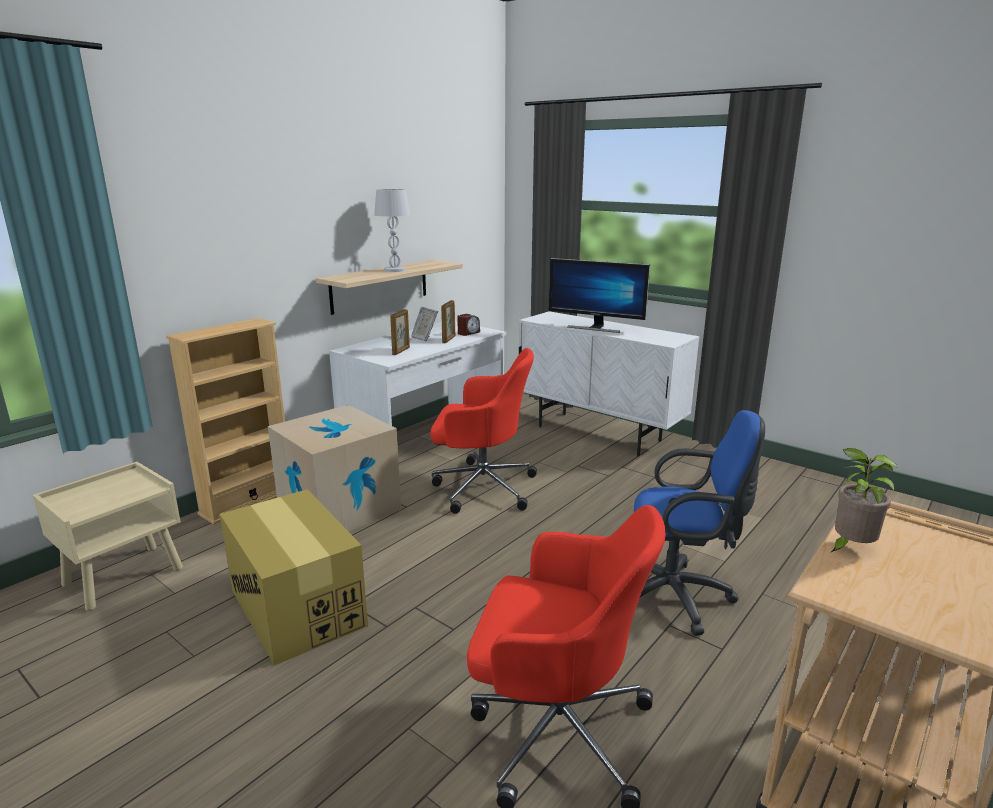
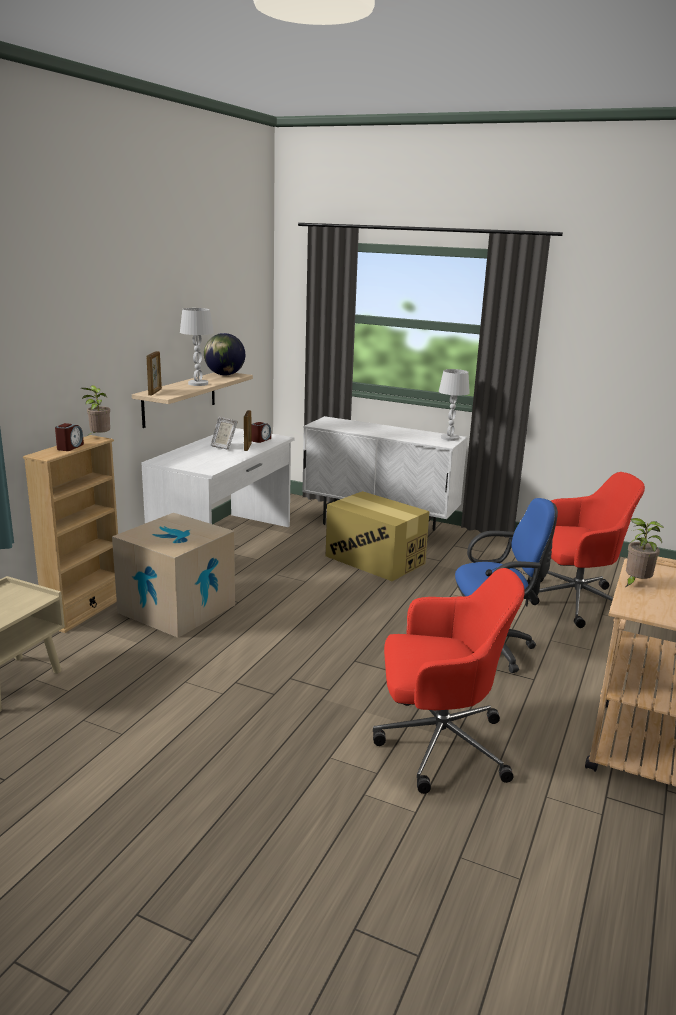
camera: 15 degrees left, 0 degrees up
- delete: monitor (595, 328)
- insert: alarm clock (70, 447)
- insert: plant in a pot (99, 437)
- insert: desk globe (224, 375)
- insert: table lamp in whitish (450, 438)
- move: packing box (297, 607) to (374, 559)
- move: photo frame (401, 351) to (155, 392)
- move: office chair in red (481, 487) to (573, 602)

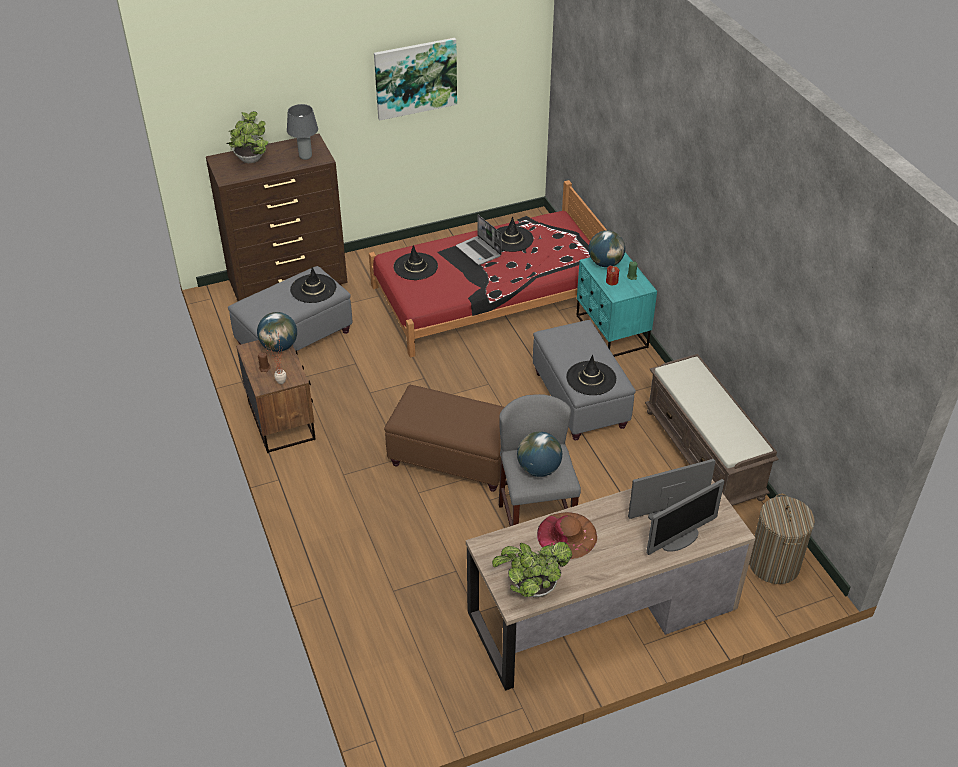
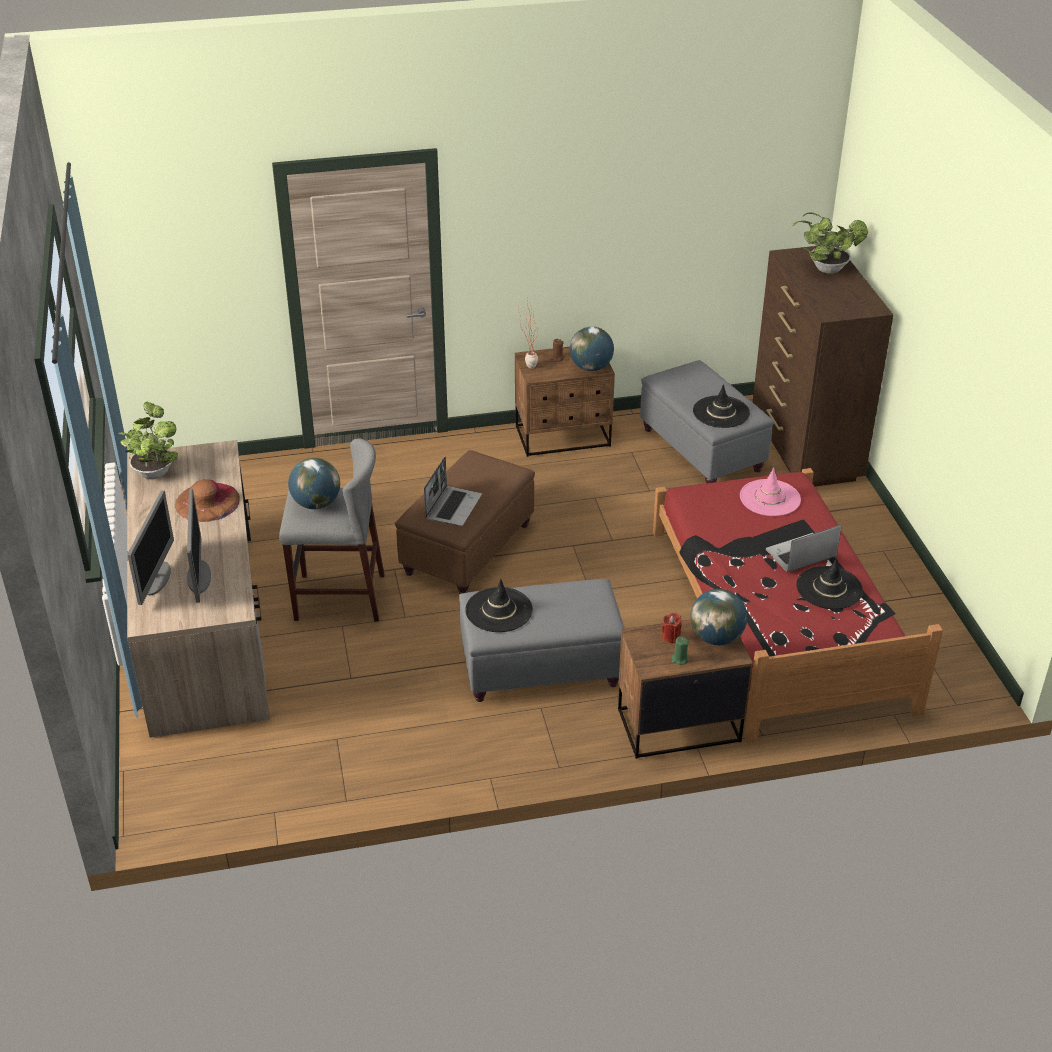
camera: 100 degrees right, 5 degrees down
- delete: table lamp in gray (306, 157)
- delete: wall picture (415, 78)
- delete: indoor bench in brown-coloured (704, 454)
- delete: hamper (774, 564)
- insert: laptop (453, 507)
- recolor: wearable hat in black (415, 267) to wearable hat in pink (769, 498)
- recolor: night table in turquoise-coloured (611, 332) to night table in brown-coloured (677, 725)
- rotate: monitor (680, 539) = (157, 578) 150 degrees counterclockwise

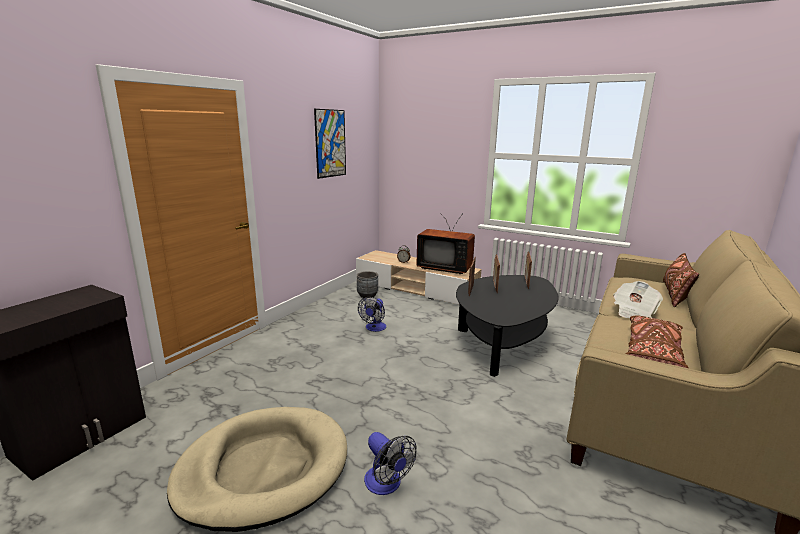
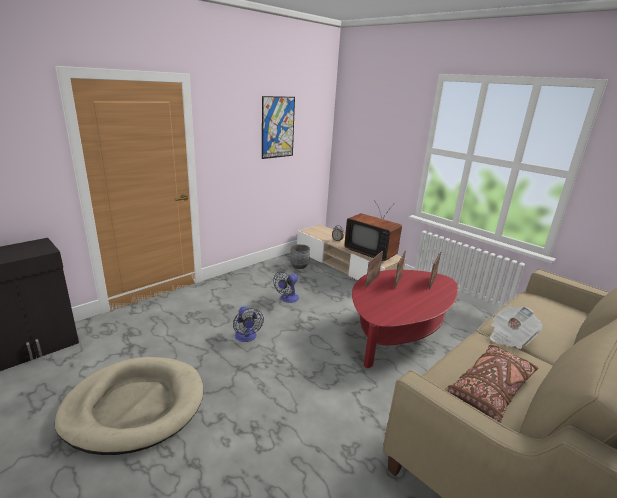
camera: 15 degrees right, 5 degrees up
- delete: pillow in brown-coloured (675, 294)
- move: fan (386, 484) to (246, 337)
- recolor: low table in black (503, 340) to low table in red (397, 333)

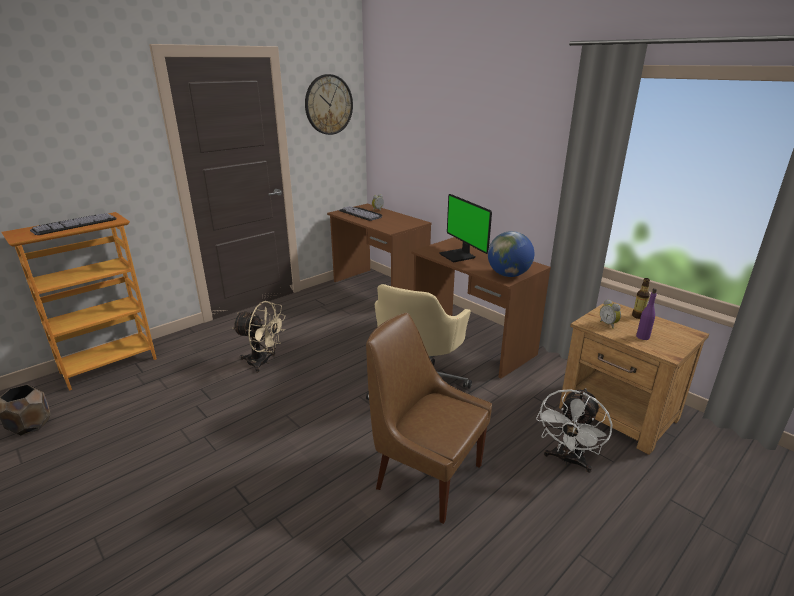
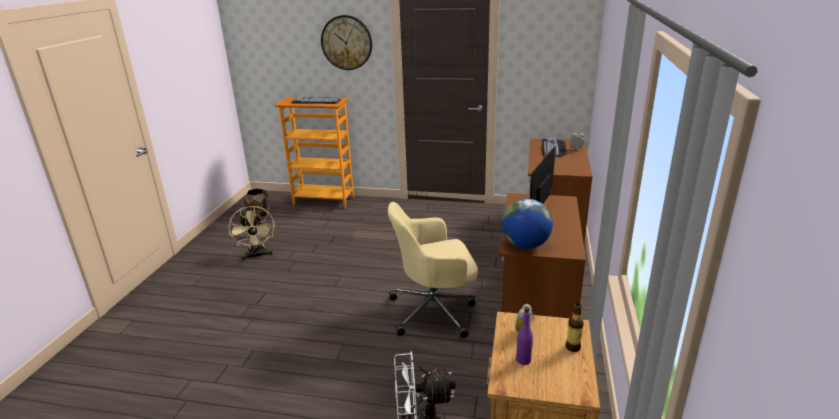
camera: 55 degrees right, 0 degrees up
- delete: plain chair in brown-coloured (425, 475)
- move: fan in beige-coloured (263, 362) to (257, 256)
- move: hanging clock (328, 105) to (346, 42)

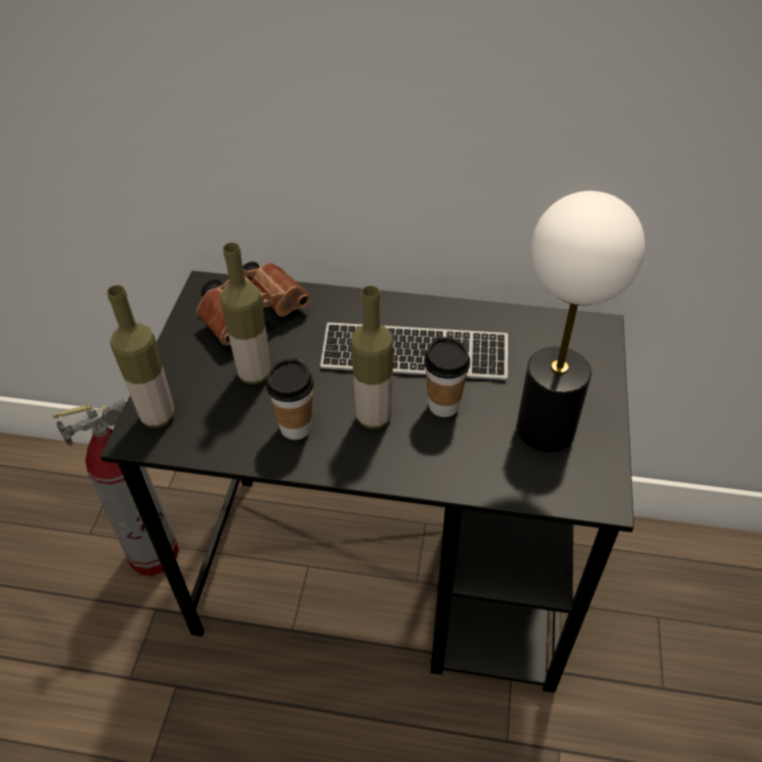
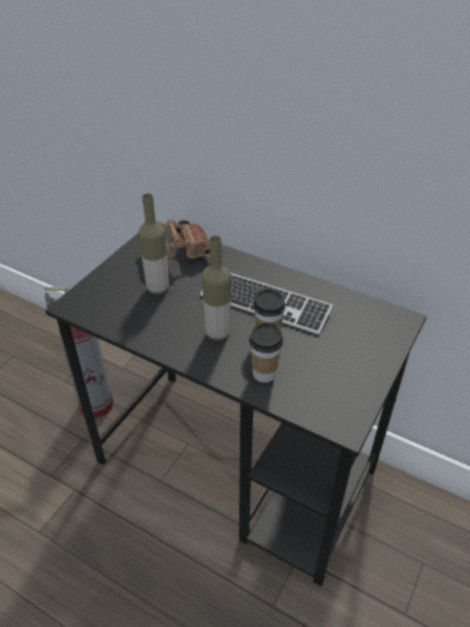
camera: 20 degrees right, 5 degrees down
- delete: drink bottle (158, 416)
- delete: table lamp (544, 429)
- move: small cup (296, 427) to (264, 374)

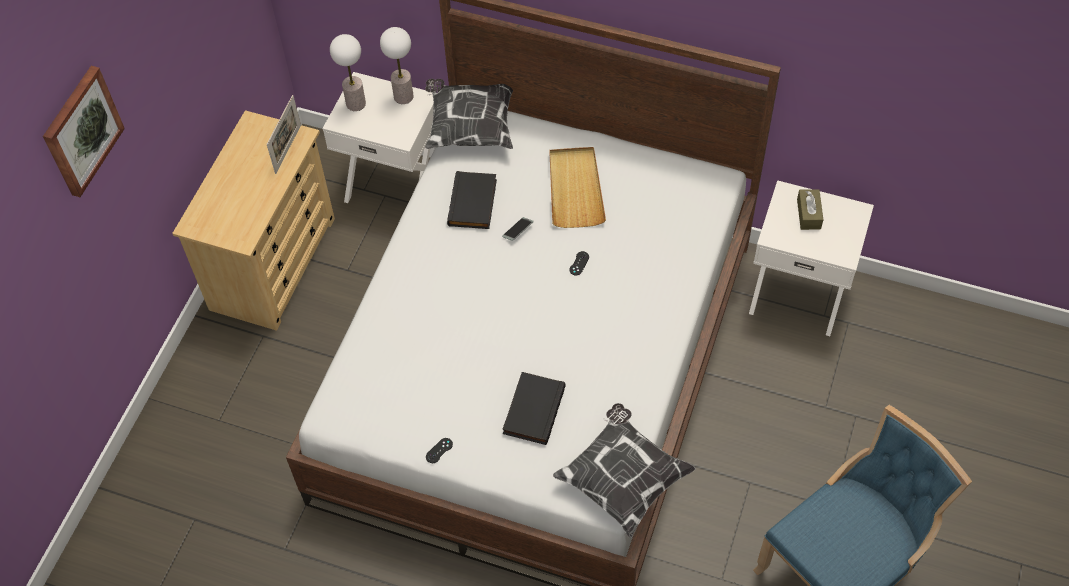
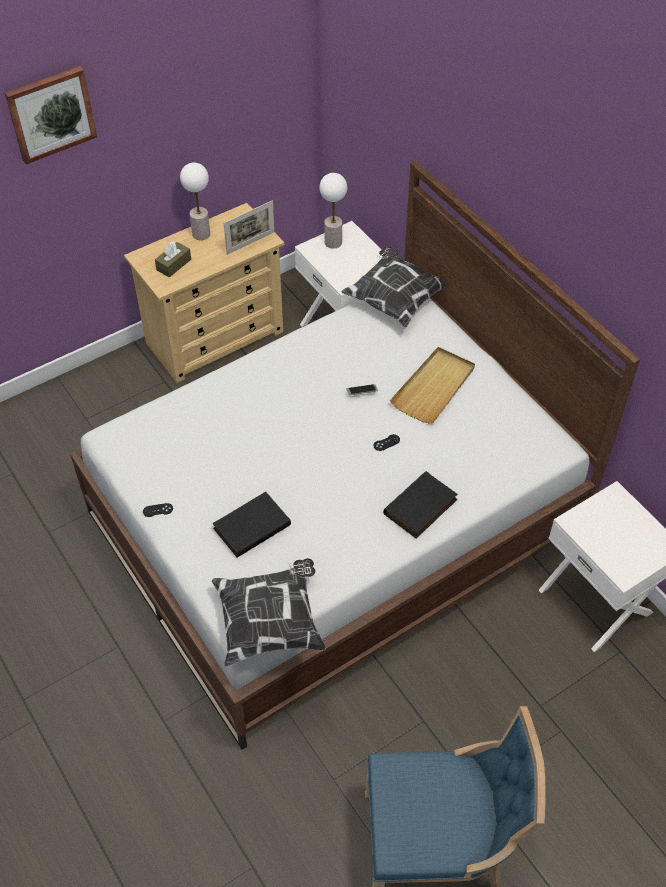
camera: 35 degrees right, 5 degrees down
- move: table lamp (403, 96) to (201, 234)
- move: book in black (474, 203) to (421, 508)
- move: box of tissues in brown-coloured (808, 214) to (174, 264)

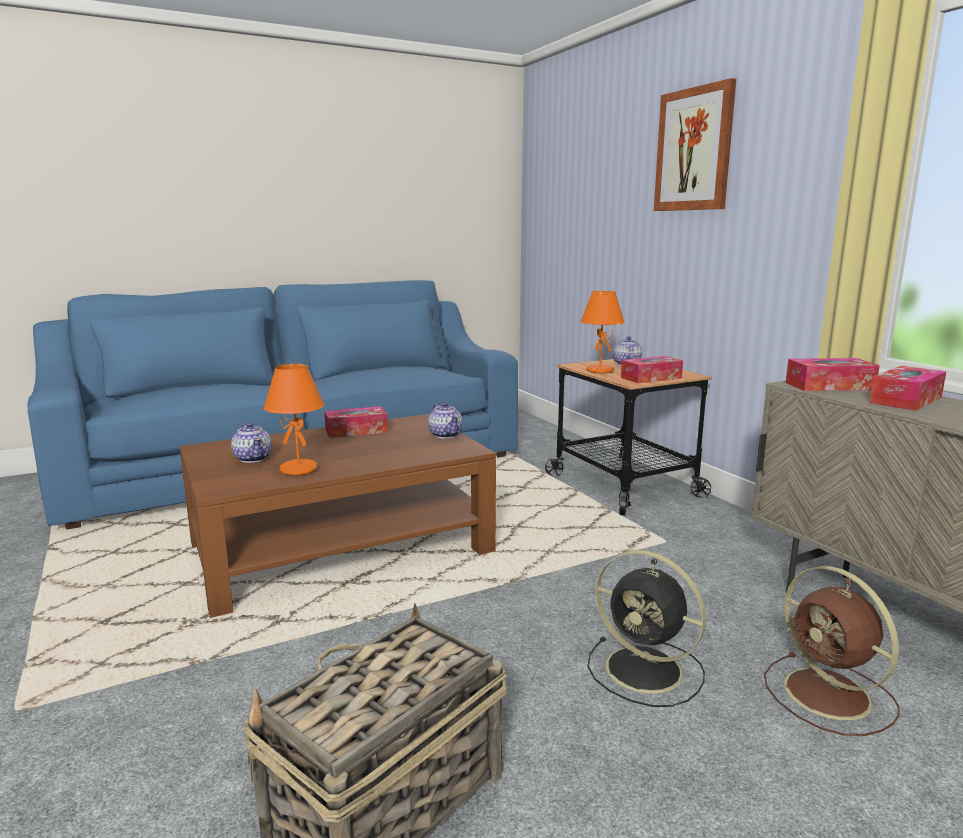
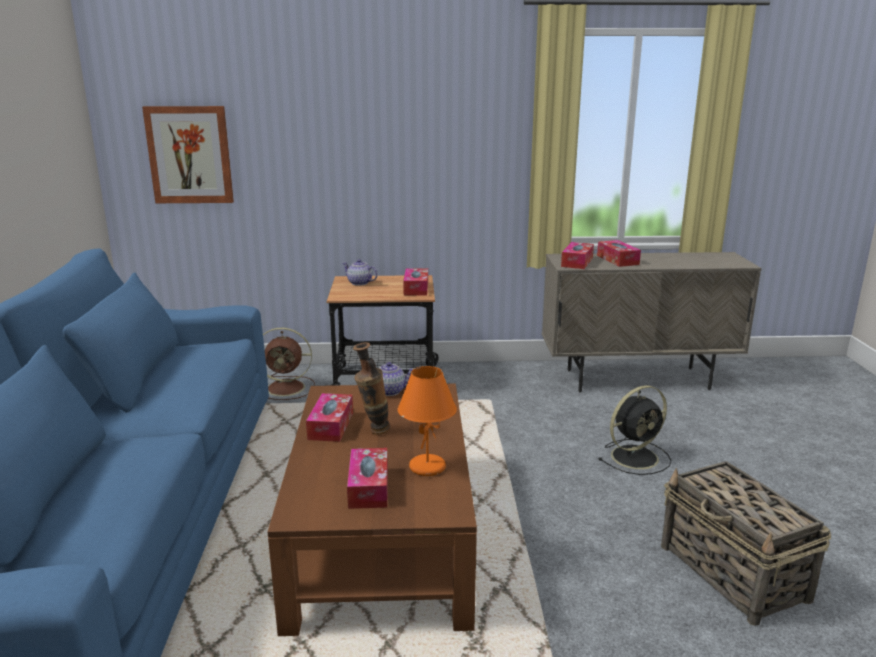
camera: 65 degrees left, 5 degrees up
- delete: table lamp in orange (599, 371)
- insert: vase (373, 431)
- move: wall picture (694, 150) to (190, 155)
- move: fan in brown-coloured (830, 696) to (287, 388)
- replace: tea pot (253, 458) to box of tissues (368, 487)

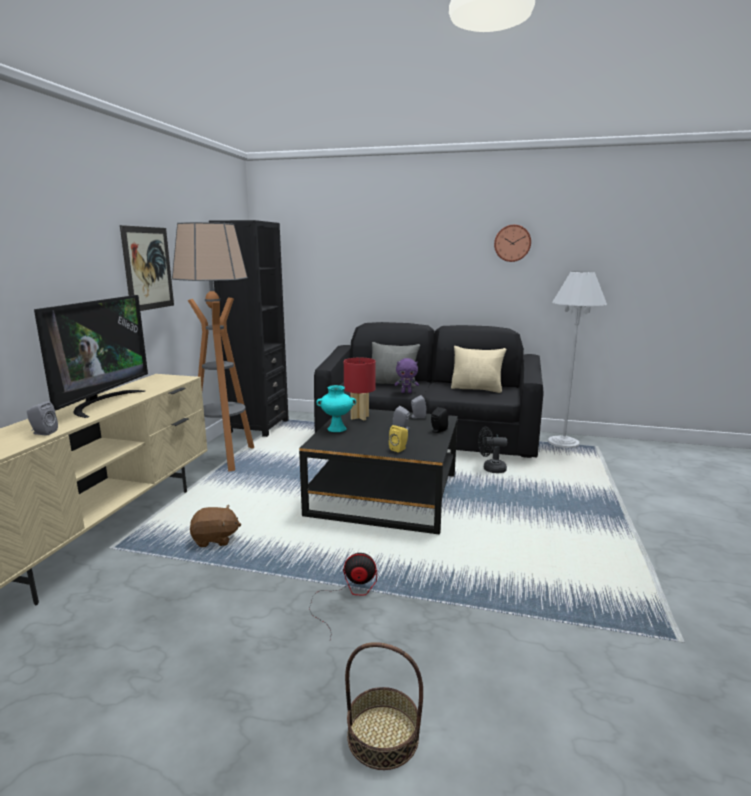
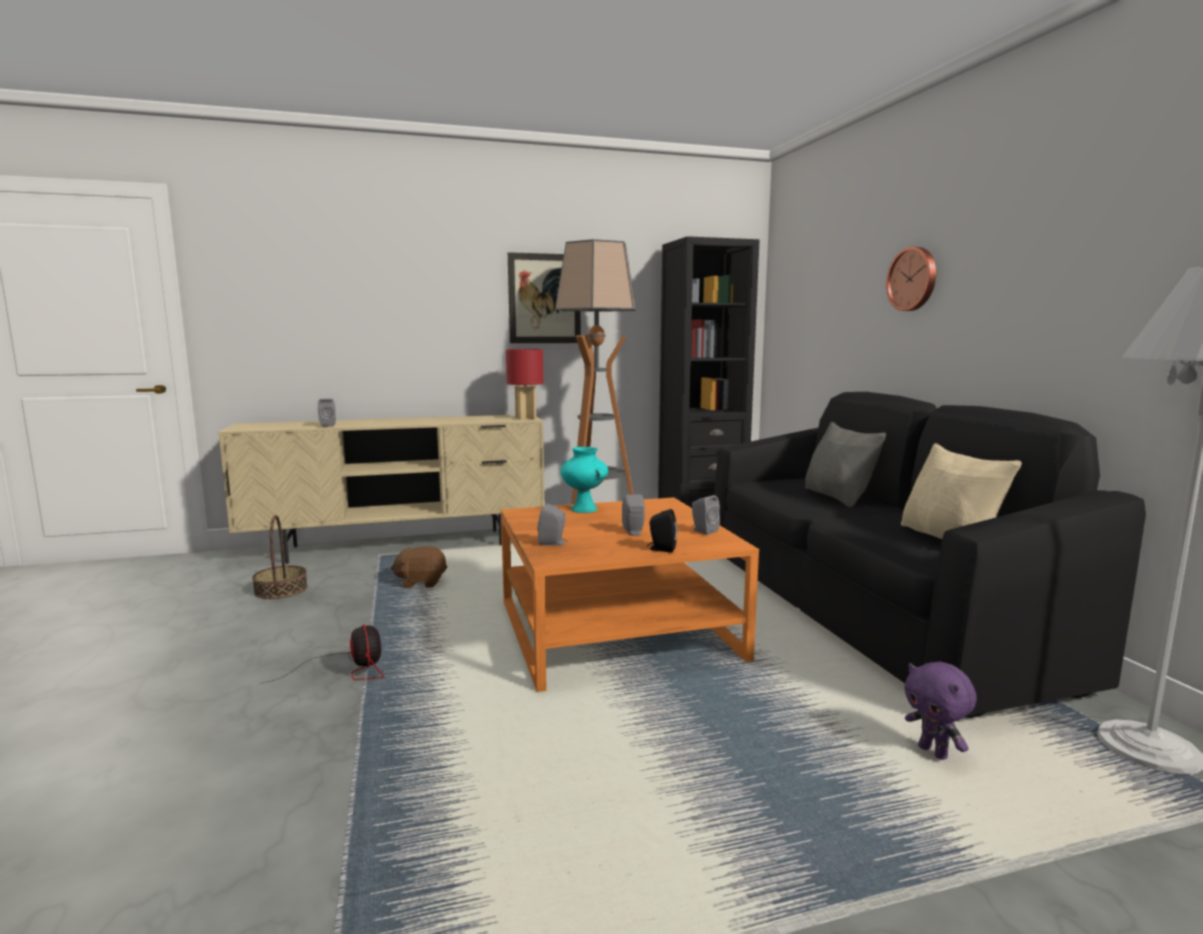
camera: 60 degrees right, 5 degrees down
- delete: television (102, 403)
- delete: fan in black (490, 469)
- move: table lamp in red (360, 417) to (526, 418)
- move: storage basket (382, 736) to (280, 589)
- move: soft toy in purple-coloured (406, 392) to (934, 752)
- move: hanging clock (512, 243) to (913, 279)
- recolor: low table in black (384, 494) to low table in orange (616, 629)
- recolor: audio speaker in yellow-coloured (399, 449) to audio speaker in gray (553, 543)
- rotate: soft toy in brown-coloured (215, 539) = (421, 582) 120 degrees clockwise

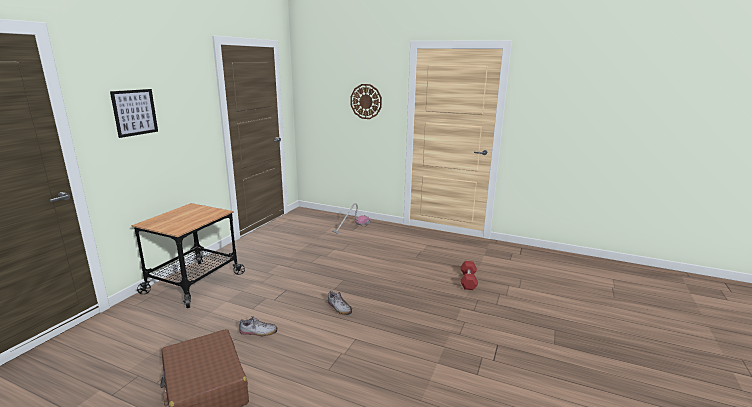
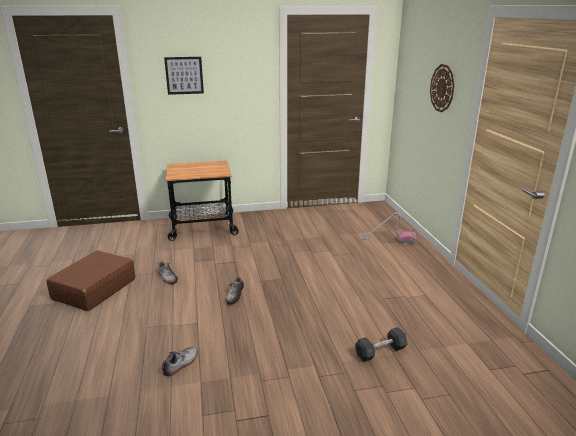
camera: 55 degrees right, 5 degrees up
- insert: item of footwear (181, 364)
- recolor: dumbbell in red (468, 281) to dumbbell in gray (380, 351)

